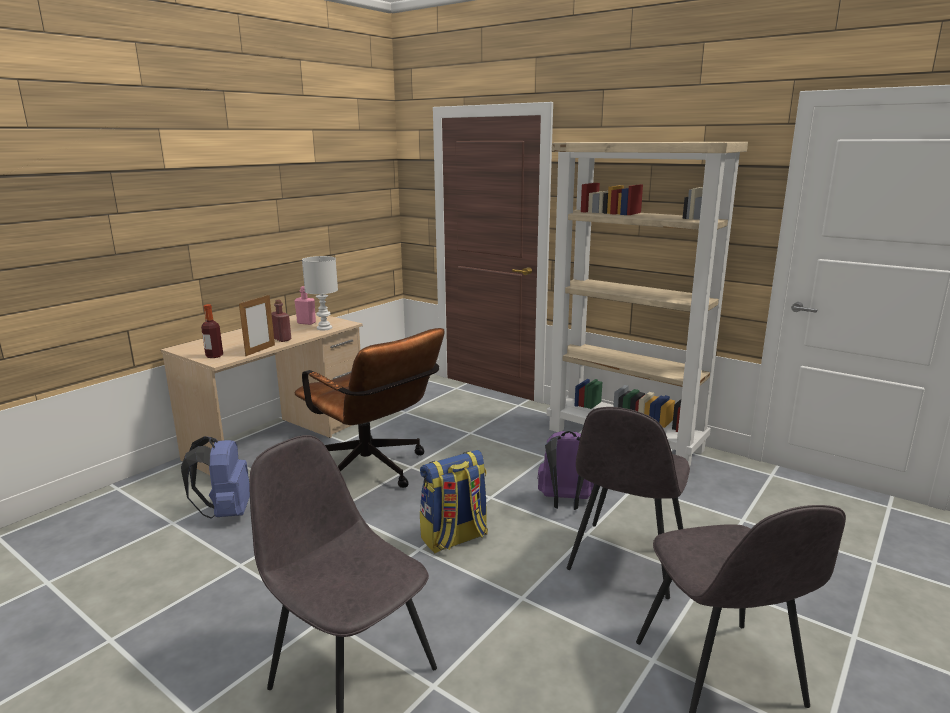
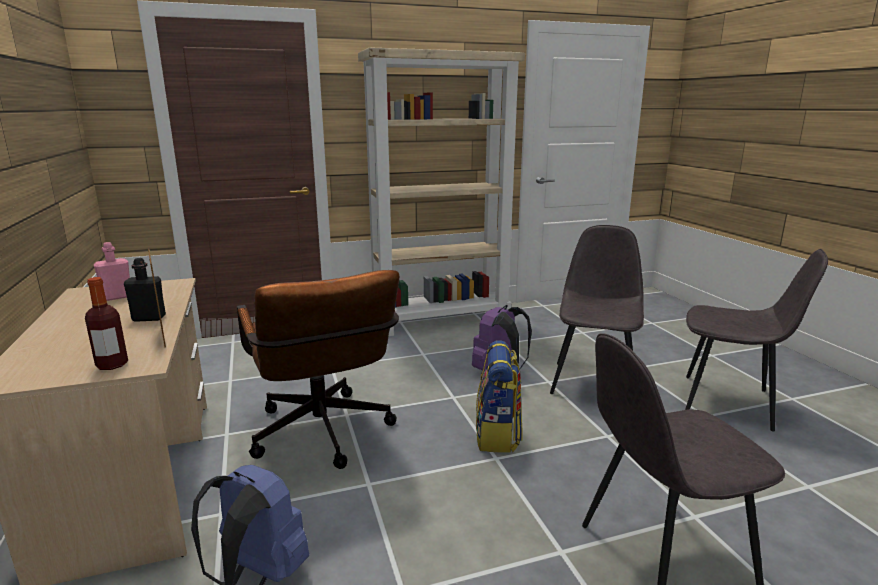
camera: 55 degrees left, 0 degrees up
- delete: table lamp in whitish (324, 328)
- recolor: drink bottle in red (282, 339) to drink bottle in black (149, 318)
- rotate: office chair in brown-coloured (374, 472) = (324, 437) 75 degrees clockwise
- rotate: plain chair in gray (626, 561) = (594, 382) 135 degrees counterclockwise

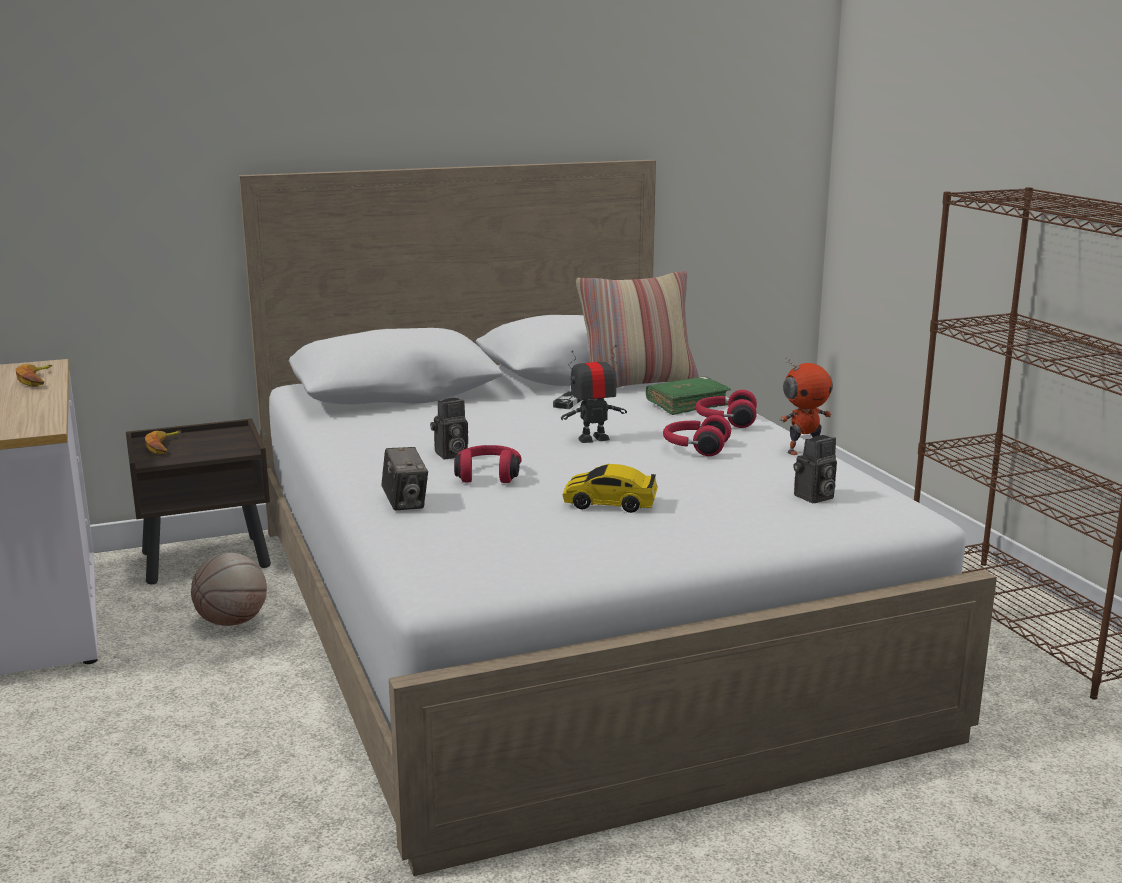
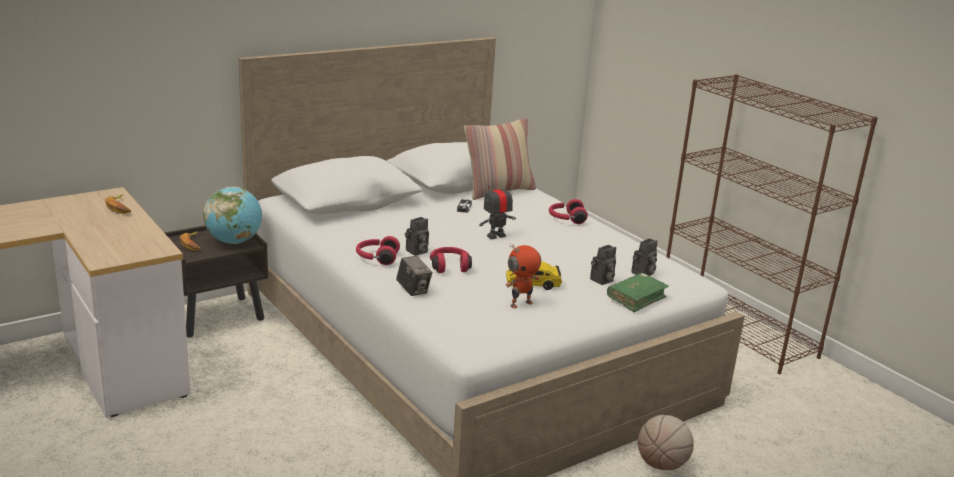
camera: 15 degrees left, 5 degrees up
- insert: desk globe (234, 241)
- insert: photo camera (602, 281)
- move: basketball (233, 622) to (662, 465)
- move: book in greenish (687, 404) to (636, 298)
- move: headset in red (695, 448) to (376, 258)
- move: toy robot (803, 451) to (520, 303)

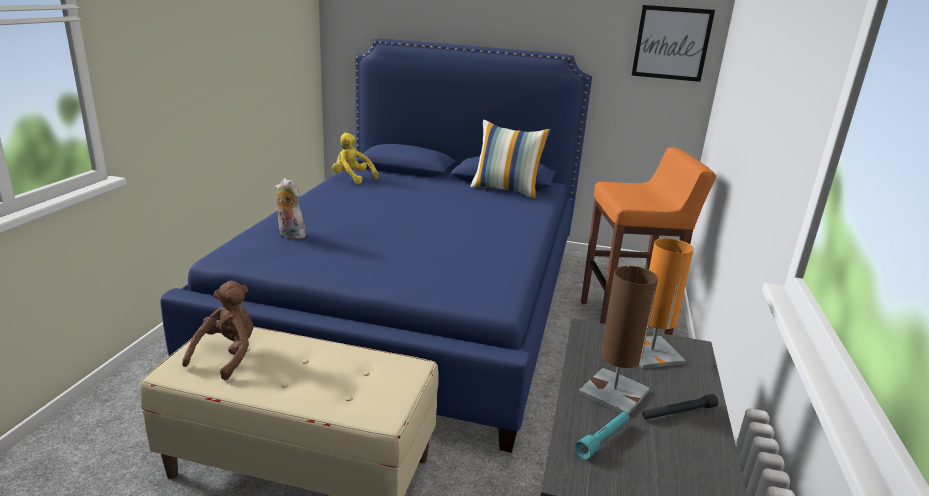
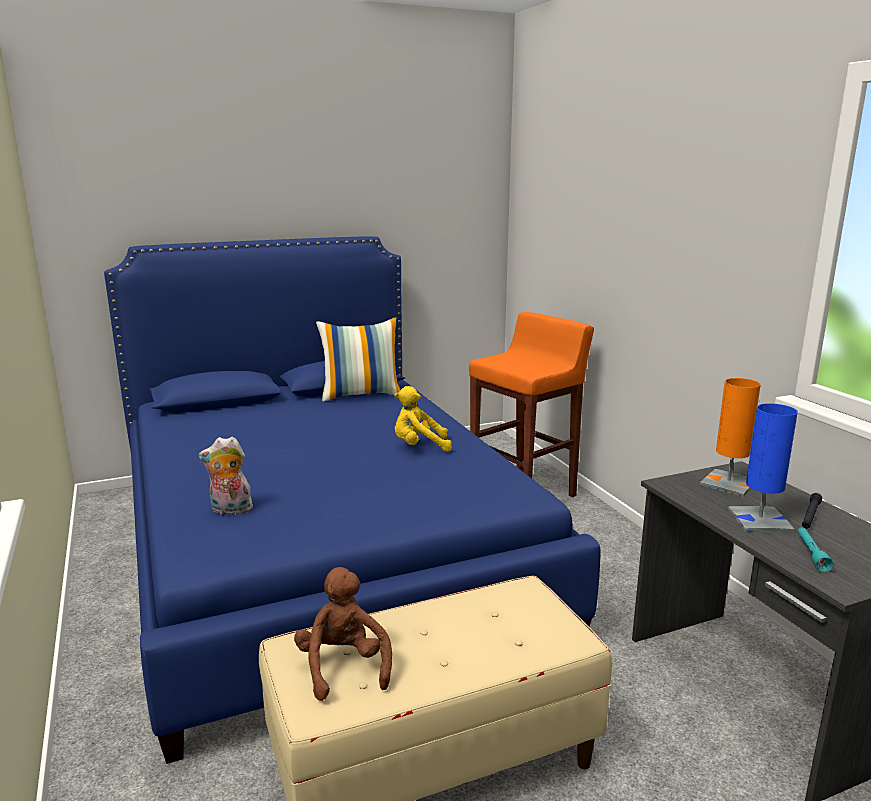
camera: 35 degrees left, 5 degrees down
- delete: wall picture (671, 43)
- move: soft toy in yellow-coloured (352, 178) to (419, 447)
- recolor: table lamp in brown-coloured (614, 392) to table lamp in blue (759, 520)

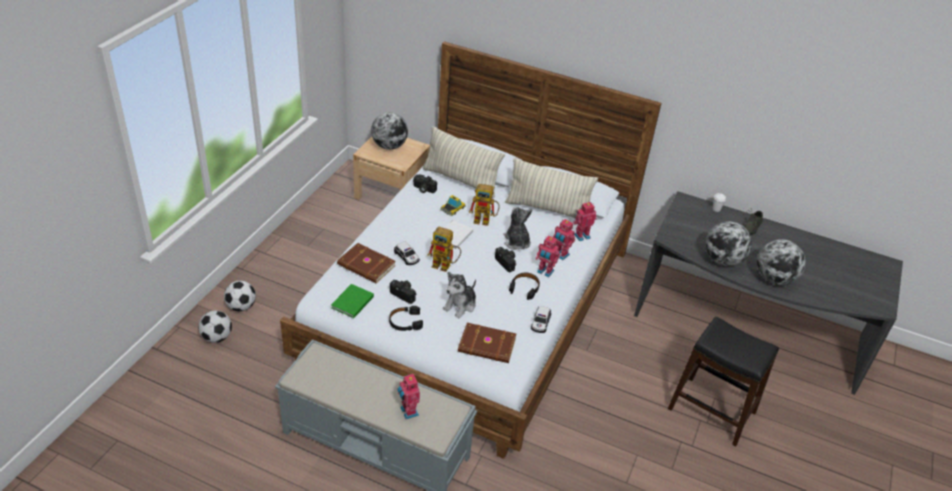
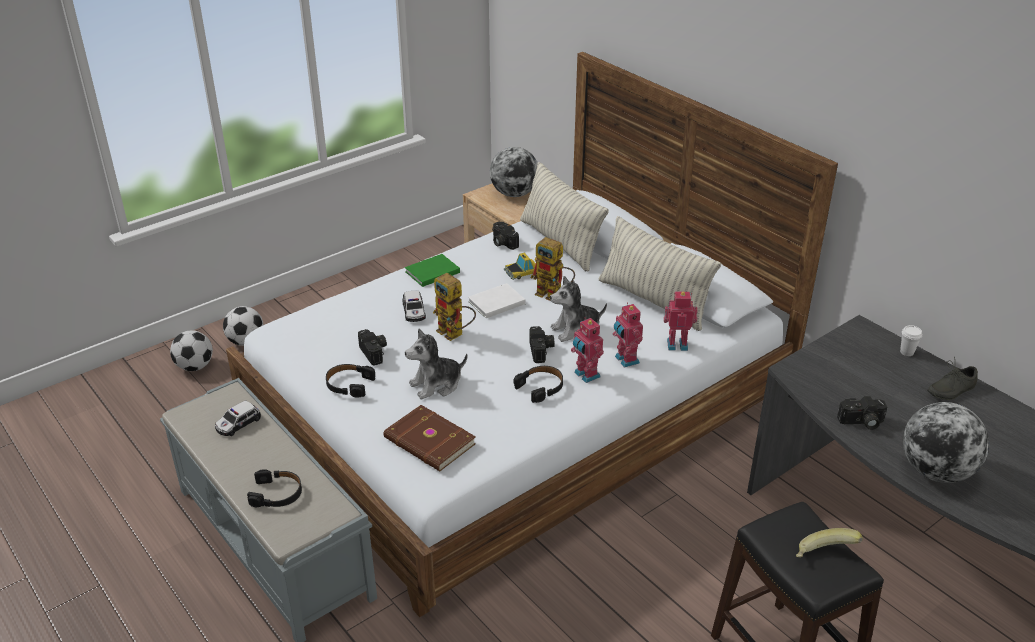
camera: 30 degrees right, 5 degrees down
- delete: book in brown-coloured (366, 266)
- insert: banana fruit (824, 556)
- move: book in greenish (351, 302) to (431, 272)
- move: model car (540, 323) to (238, 424)
- replace: toy robot (408, 412) to headset in black (277, 494)
- replace: desk globe (722, 260) to photo camera (861, 422)
- rotate: soft toy (516, 242) = (576, 330) 120 degrees counterclockwise

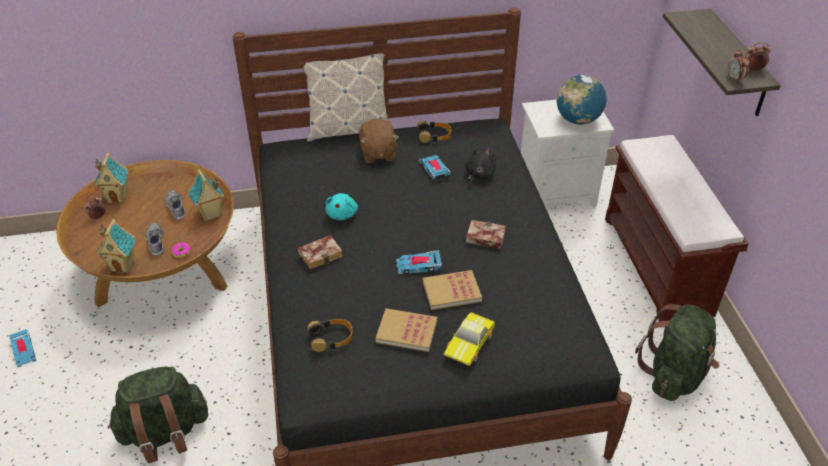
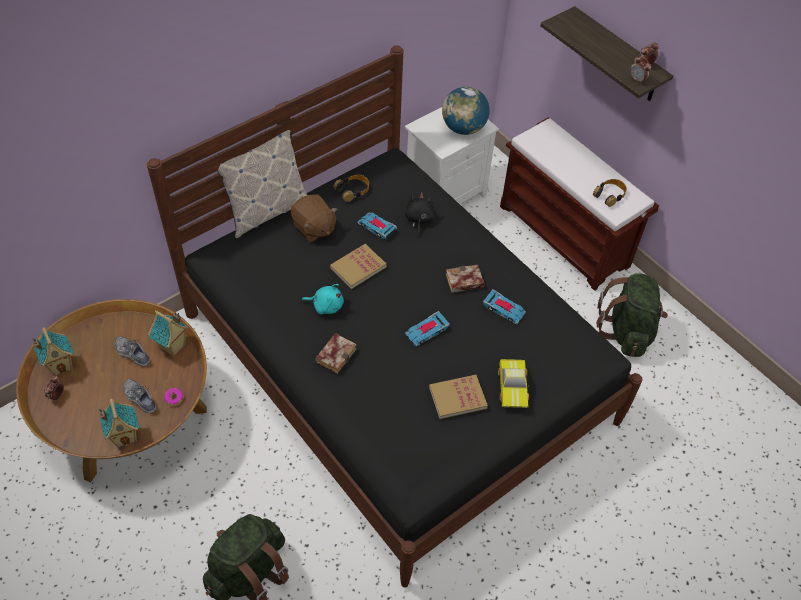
camera: 30 degrees left, 10 degrees up
- move: model car (23, 350) to (504, 309)
- move: headset (331, 338) to (609, 195)
- move: book (451, 291) to (358, 267)
- rotate: soft toy in turquoise-coloured (342, 214) = (326, 305) 60 degrees counterclockwise

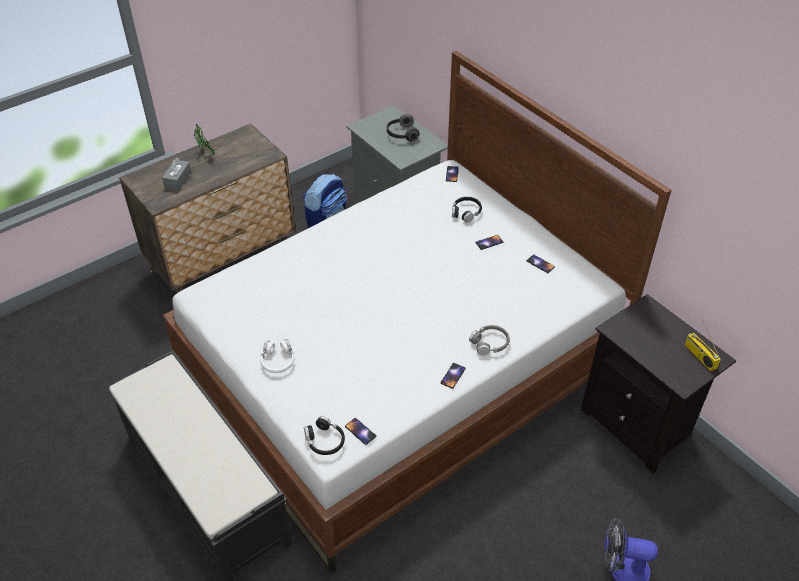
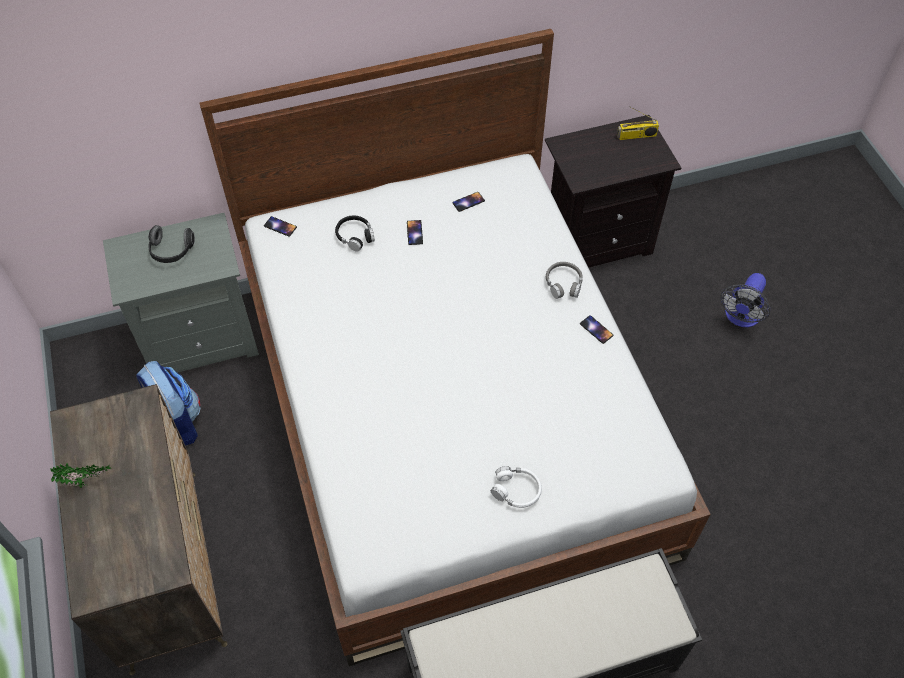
camera: 70 degrees left, 10 degrees up
- delete: box of tissues in gray (178, 180)
- delete: headset in black (324, 441)
- delete: telephone (360, 431)

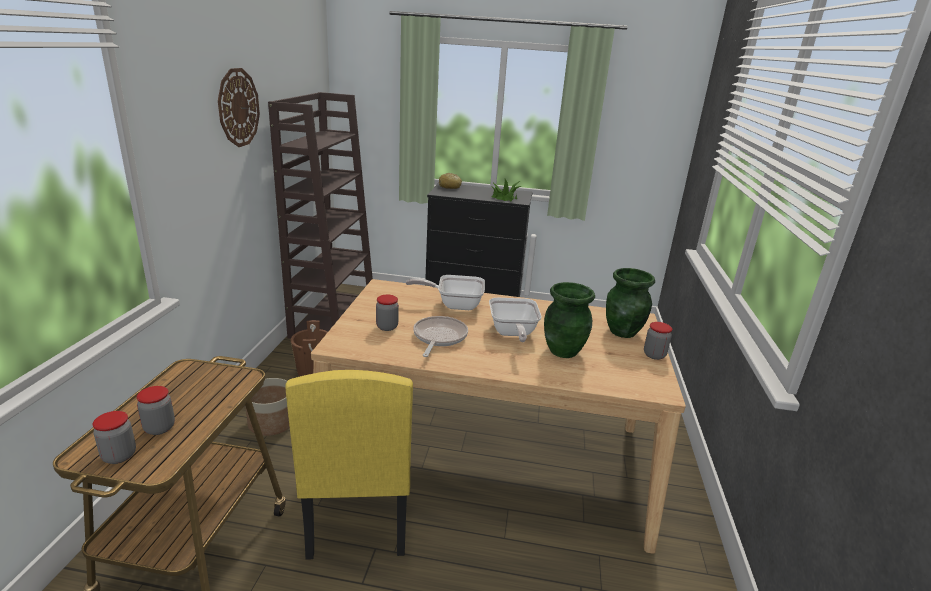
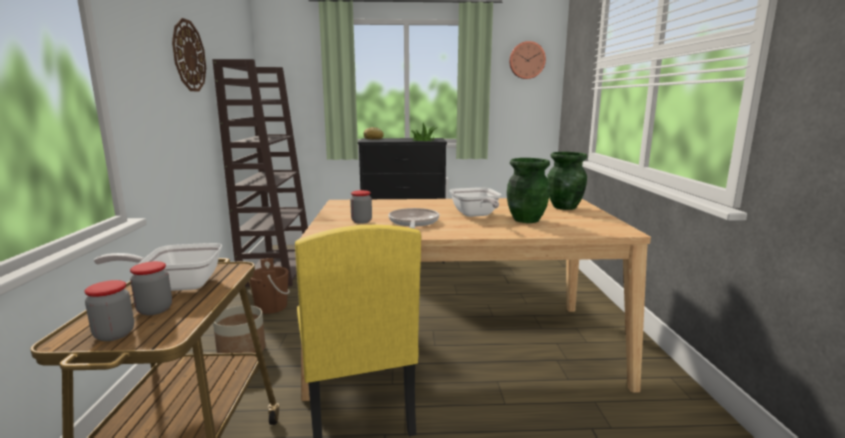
camera: 10 degrees left, 10 degrees down
- delete: jar (654, 355)
- insert: hanging clock (526, 60)
- move: skillet (454, 304) to (177, 285)

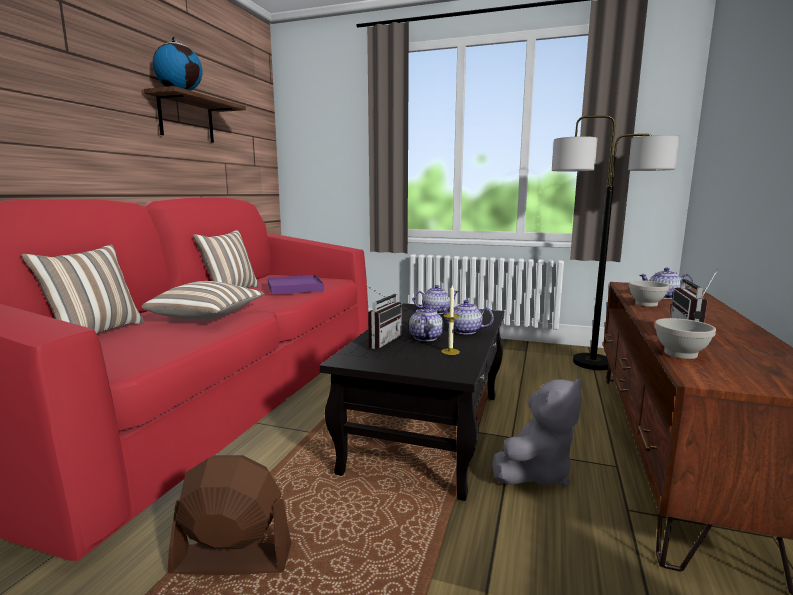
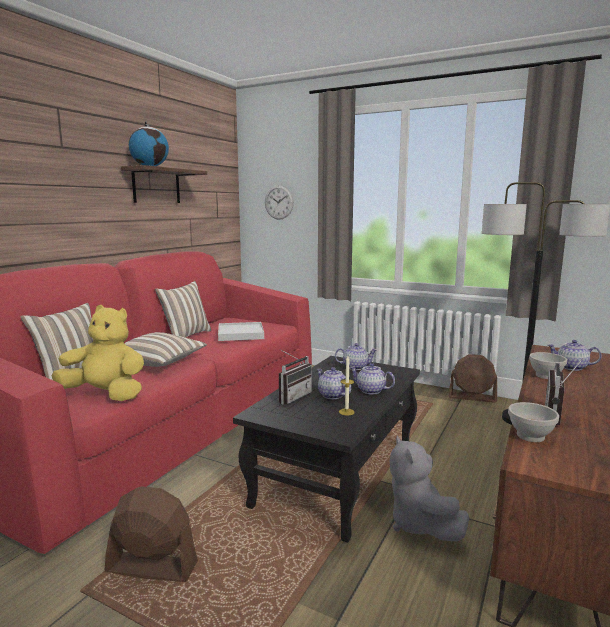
camera: 10 degrees right, 0 degrees up
- insert: soft toy in yellow-coloured (106, 395)
- insert: hanging clock (279, 202)
- insert: fan in brown-coloured (472, 397)
- recolor: tray in purple-coloured (294, 287) to tray in whitish (240, 334)
- rotate: tea pot (425, 337) = (332, 395) 60 degrees counterclockwise
- rotate: soft toy in gray (536, 472) = (419, 524) 105 degrees clockwise

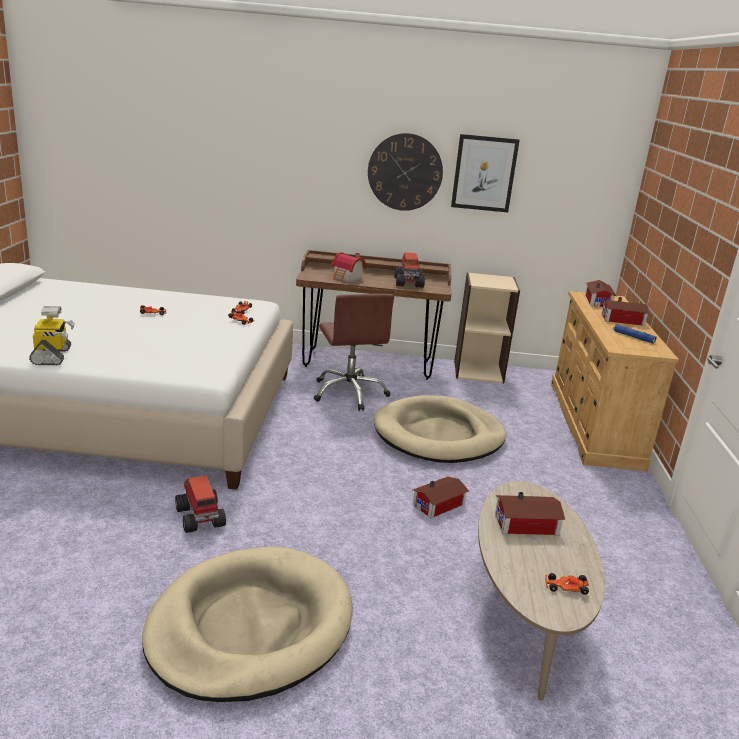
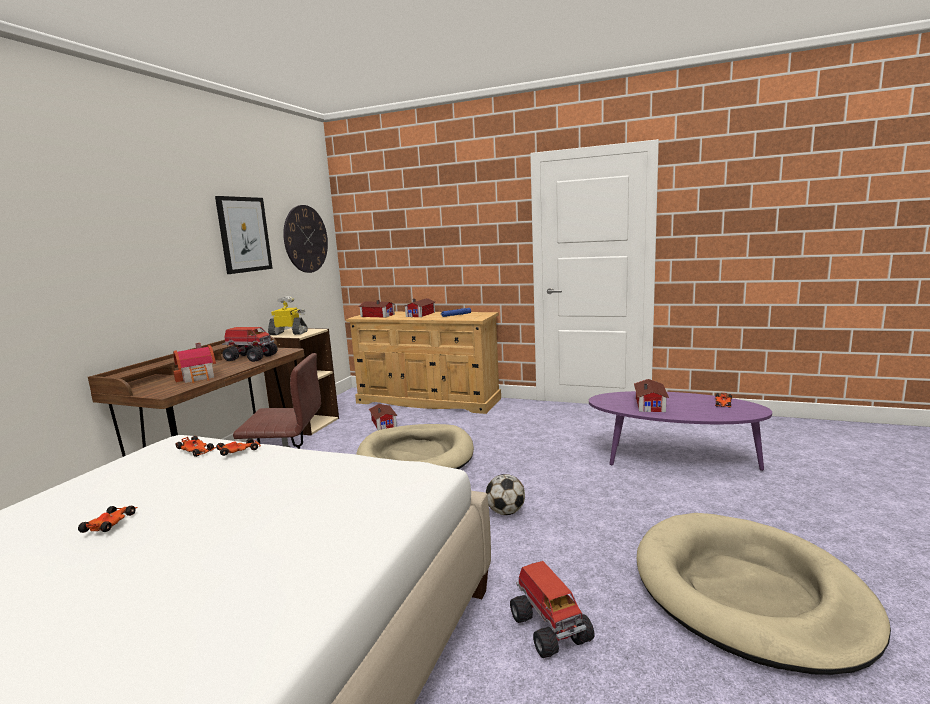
camera: 70 degrees left, 10 degrees down
- insert: ball for football (506, 512)
- move: toy robot (52, 356) to (289, 333)
- move: hanging clock (405, 172) to (306, 239)
- move: toy house (440, 504) to (384, 422)
- recolor: low table in beige-coloured (524, 612) to low table in purple-coloured (673, 461)
- rotate: model truck (200, 518) = (549, 627) 105 degrees counterclockwise

